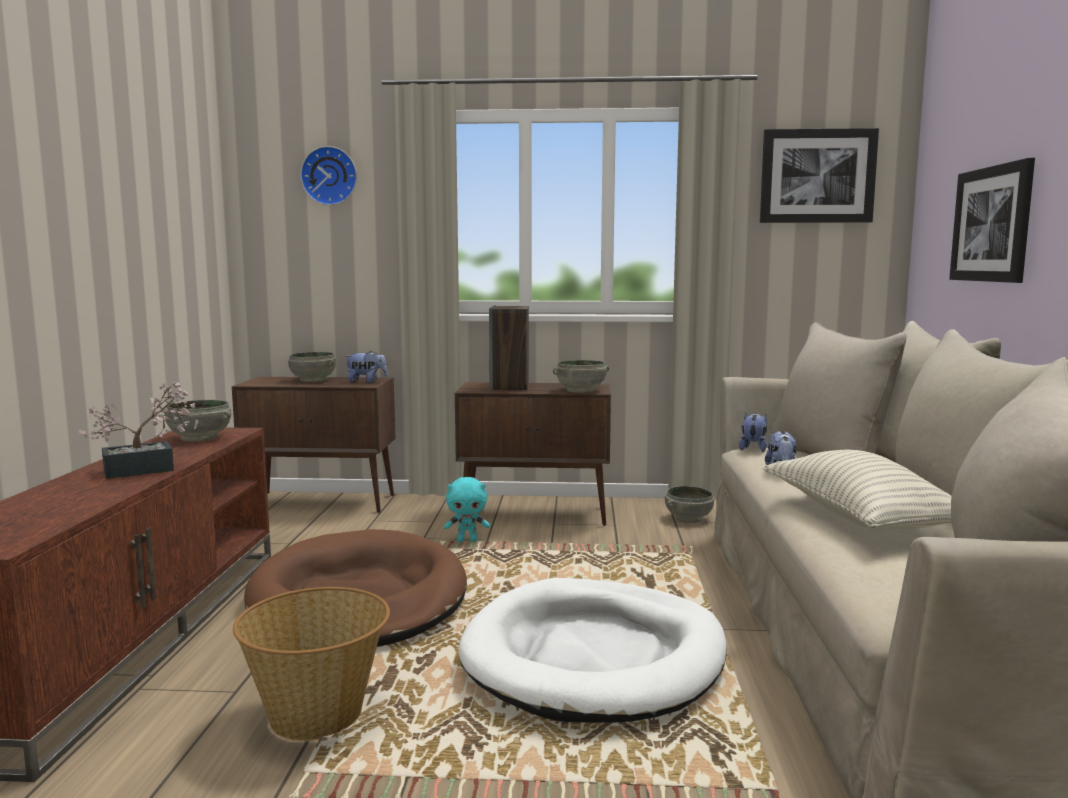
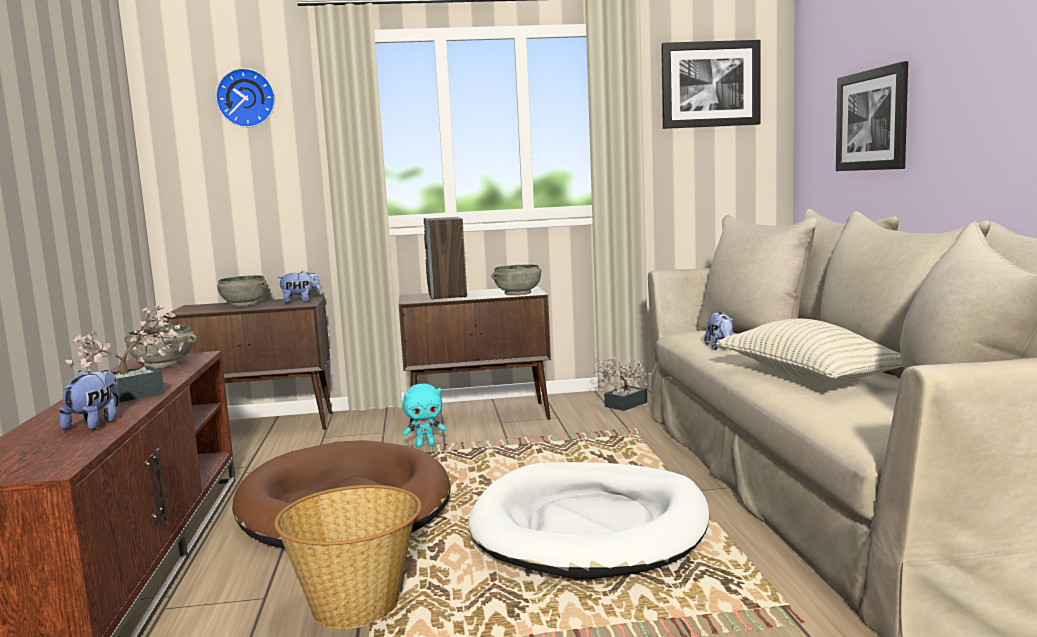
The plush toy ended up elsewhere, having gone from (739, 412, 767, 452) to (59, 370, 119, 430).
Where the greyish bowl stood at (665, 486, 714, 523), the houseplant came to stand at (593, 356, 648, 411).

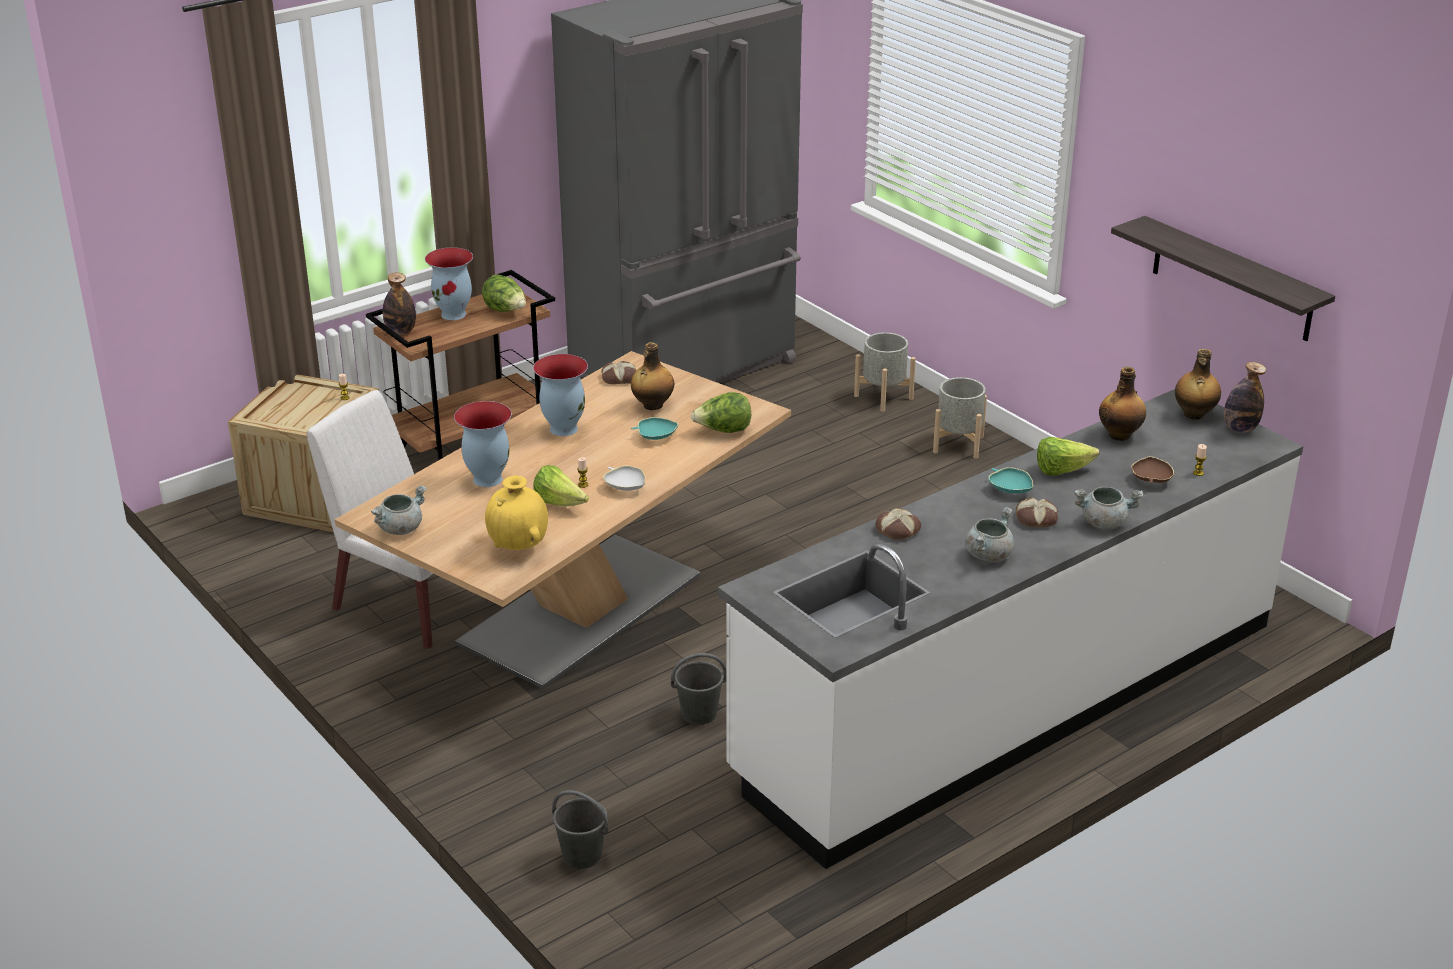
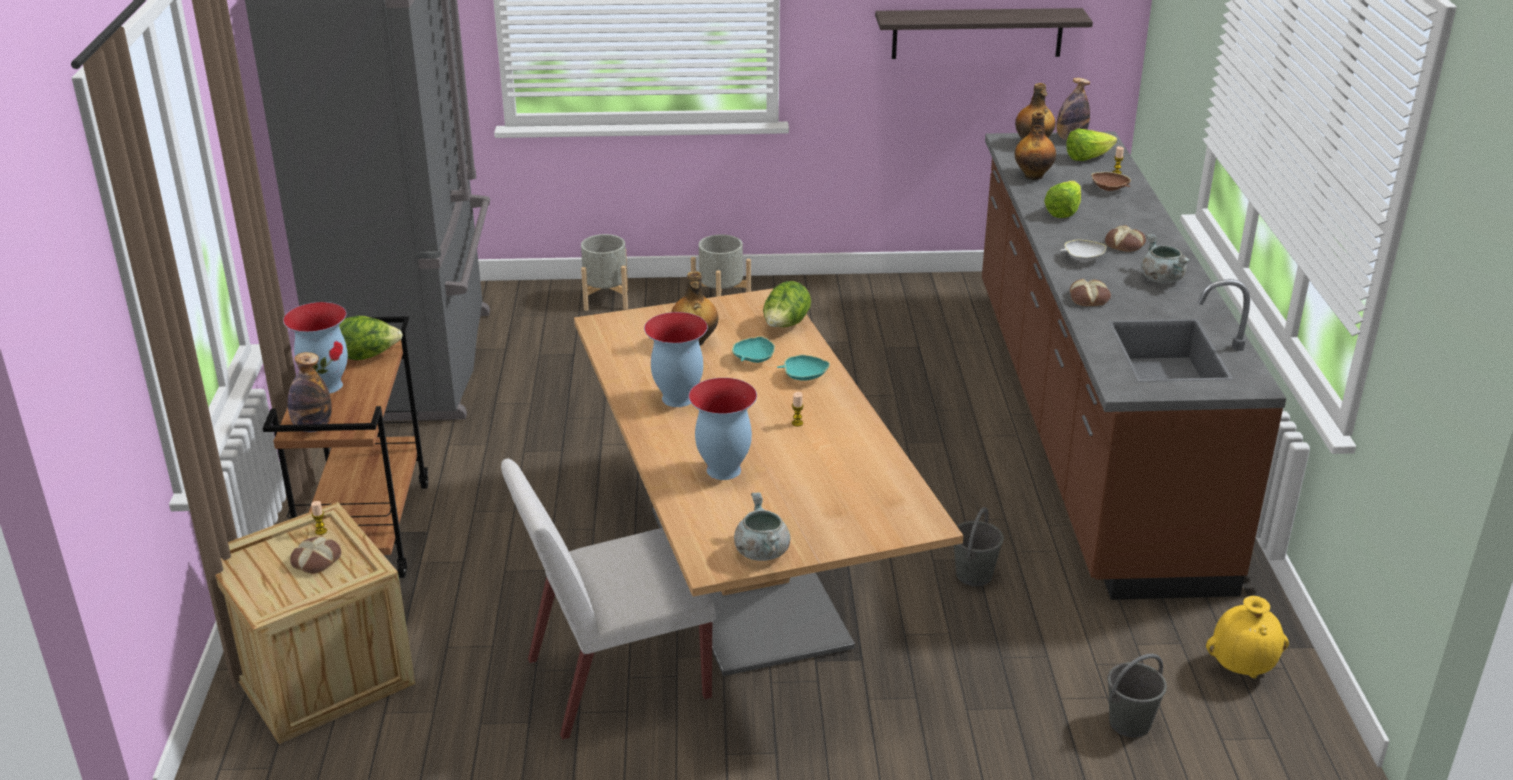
The baked bread ended up elsewhere, having gone from (601, 361, 636, 384) to (290, 537, 341, 574).
What was the white kitchen base unit at (718, 389, 1303, 869) turned into the brown-coloured kitchen base unit at (982, 131, 1286, 600).
The lettuce ended up elsewhere, having gone from (534, 465, 589, 506) to (1066, 129, 1117, 161).
The white bowl ended up elsewhere, having gone from (603, 466, 645, 491) to (1060, 239, 1107, 262).
The turquoise-coloured bowl ended up elsewhere, having gone from (988, 467, 1033, 494) to (777, 355, 830, 381).
The yellow-coloured flower vase ended up elsewhere, having gone from (485, 475, 548, 550) to (1206, 596, 1289, 678).
The second view lost the greyish cooking pot at (1074, 487, 1143, 529).

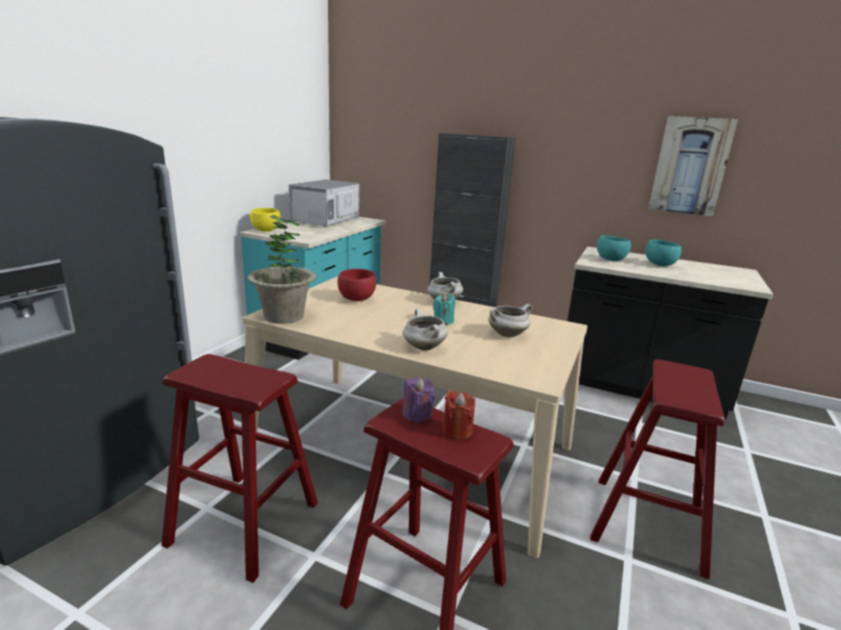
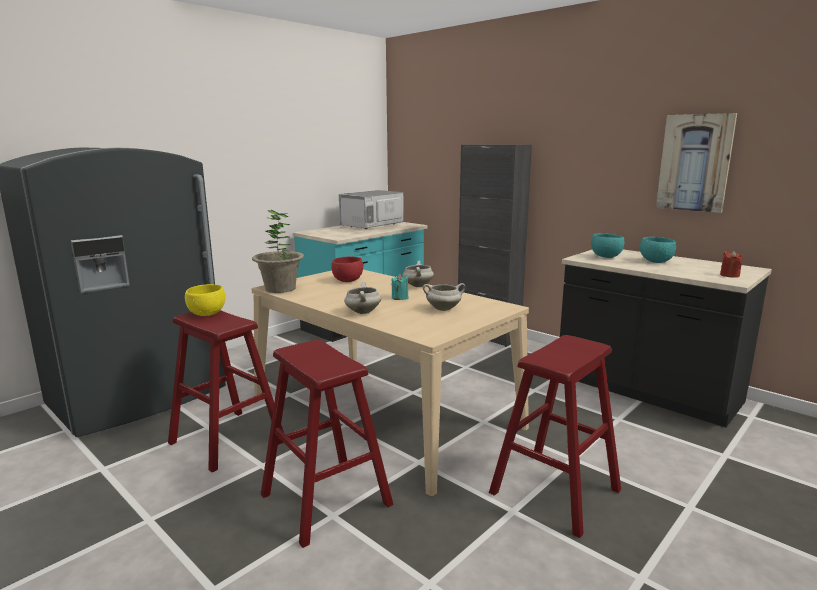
The yellow-coloured bowl ended up elsewhere, having gone from (250, 208, 281, 231) to (185, 284, 225, 316).
The second view lost the purplish candle at (402, 377, 435, 423).
The reddish candle ended up elsewhere, having gone from (443, 390, 475, 440) to (720, 251, 743, 278).

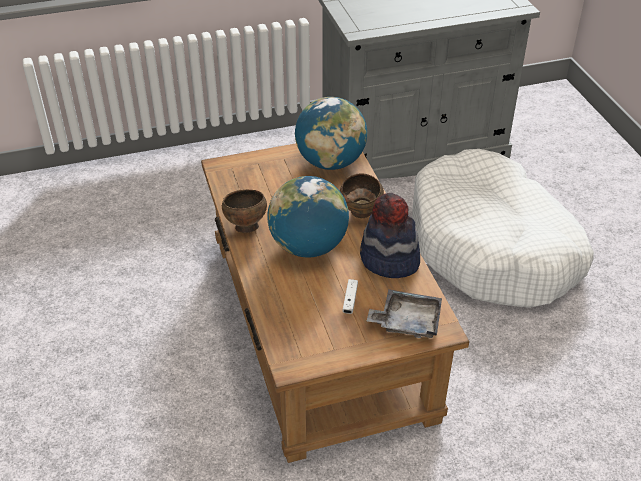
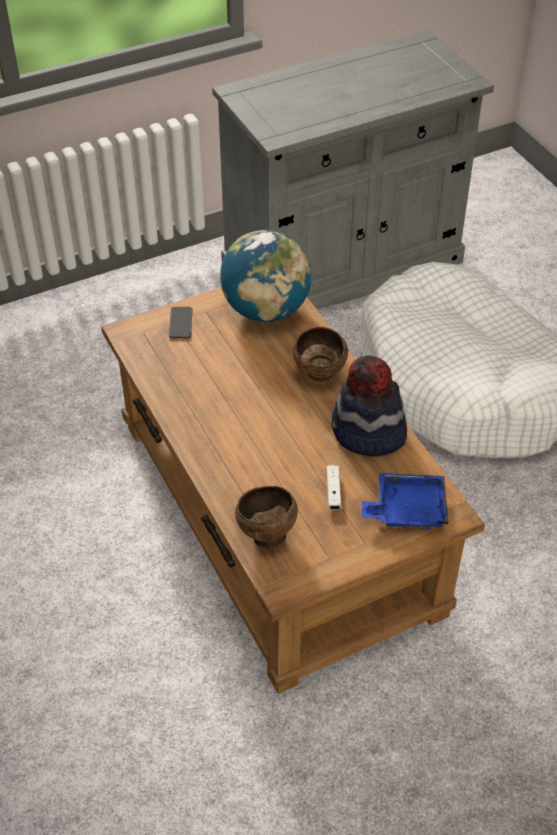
The second view lost the world globe at (267, 176, 349, 257).
The brown-coloured bowl ended up elsewhere, having gone from (222, 190, 267, 233) to (235, 486, 298, 548).
What was the greyish serving tray at (367, 289, 442, 338) turned into the bluish serving tray at (362, 473, 448, 530).
The second view gained the phone at (169, 307, 192, 338).

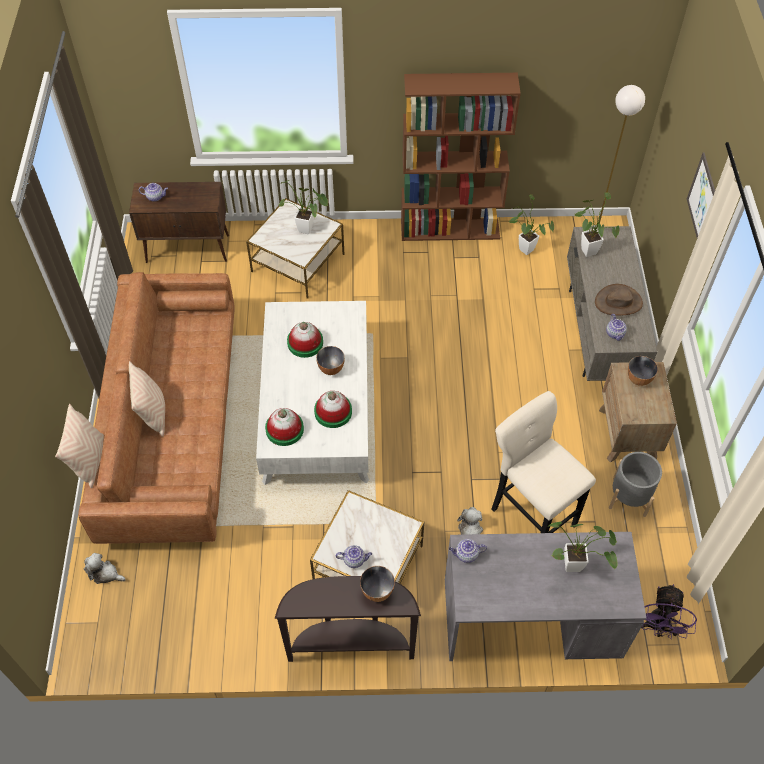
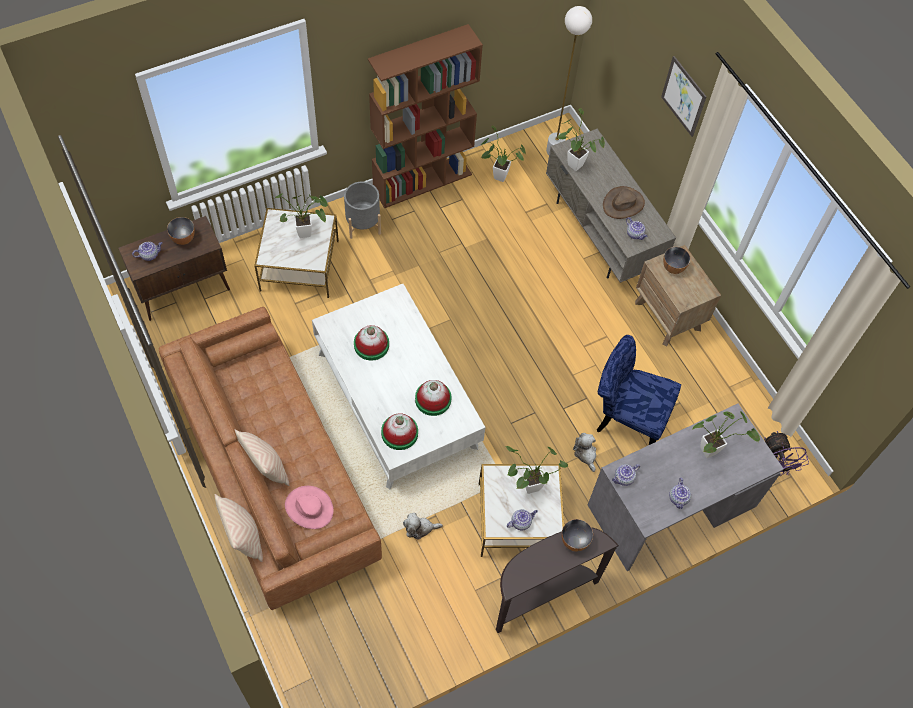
The bowl ended up elsewhere, having gone from (316, 346, 345, 375) to (167, 217, 195, 245).
Where the beige stool seat stood at (491, 391, 596, 533), the bluish chair came to stand at (597, 335, 681, 445).
The greyish plant pot ended up elsewhere, having gone from (609, 452, 662, 517) to (344, 181, 381, 239).
The plush toy ended up elsewhere, having gone from (84, 553, 126, 584) to (403, 513, 443, 540).
The second view gained the houseplant at (505, 446, 568, 494).
The second view gained the pot for tea at (669, 478, 691, 509).
The second view gained the pink-coloured wearable hat at (285, 486, 334, 529).

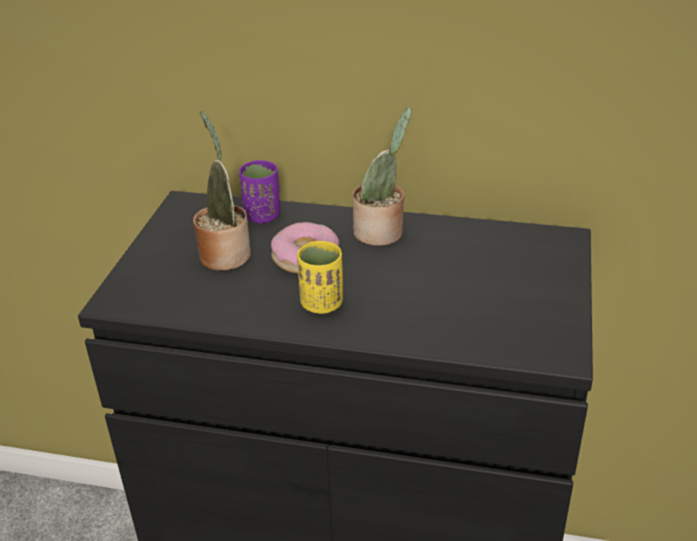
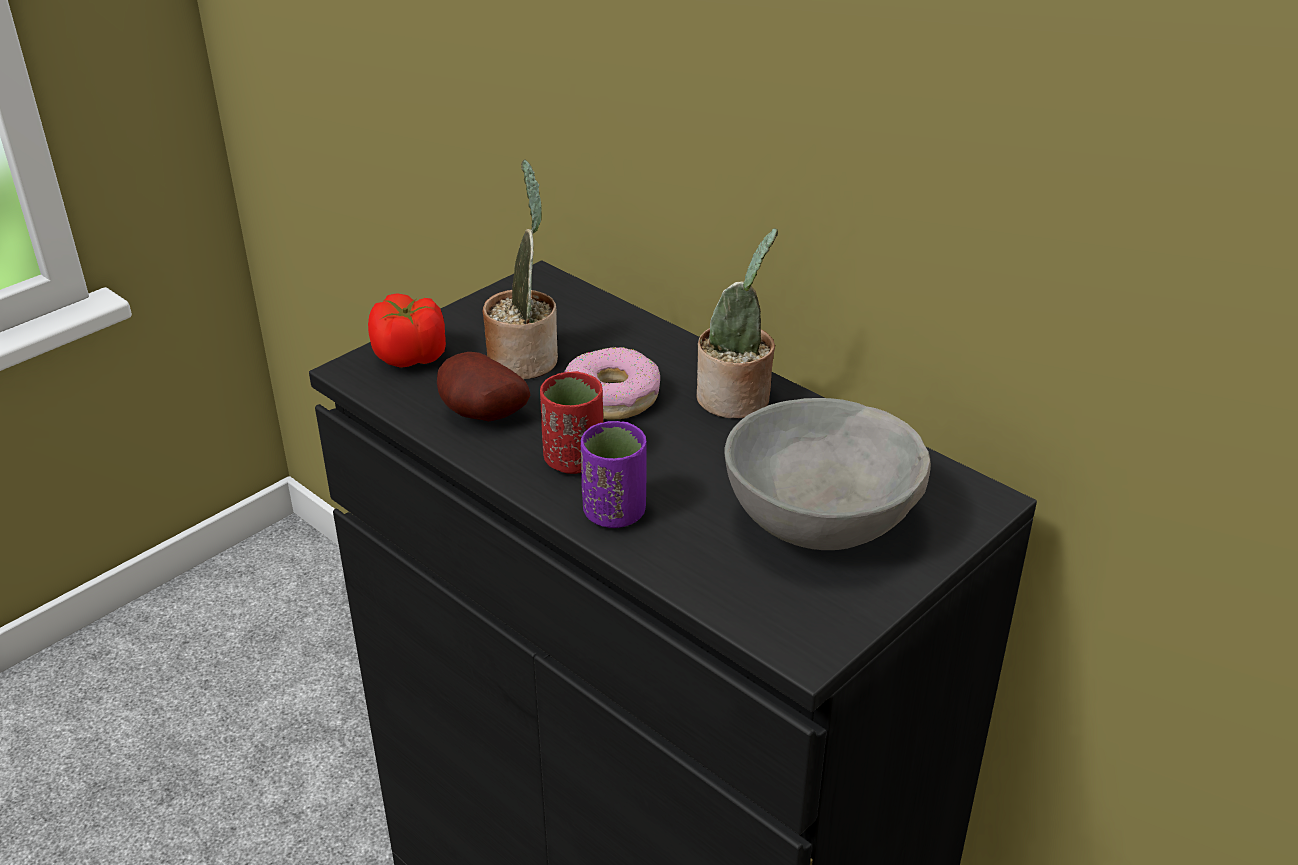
The purplish small cup ended up elsewhere, having gone from (239, 160, 280, 224) to (581, 421, 647, 528).
What was the yellow-coloured small cup at (297, 241, 343, 314) turned into the reddish small cup at (540, 371, 603, 474).
The second view gained the fresh tomato at (368, 293, 446, 368).
The second view gained the potato at (437, 352, 530, 421).
The second view gained the greyish bowl at (724, 398, 931, 550).

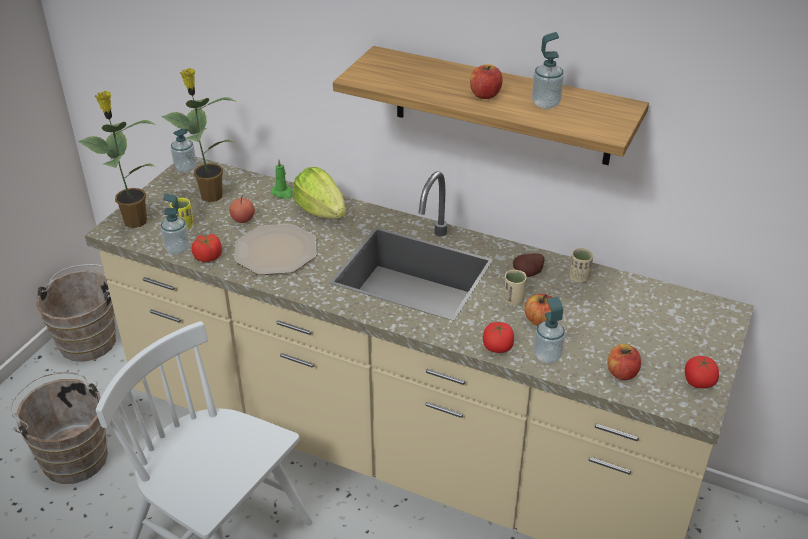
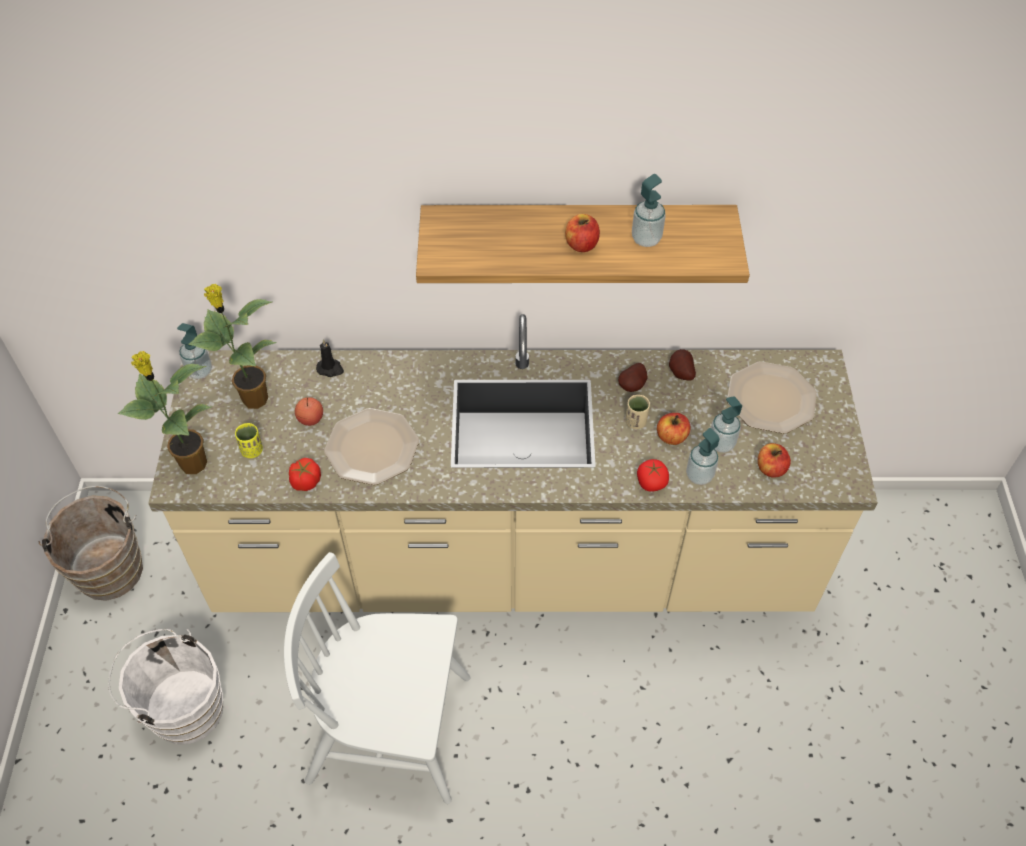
What was the green candle at (271, 159, 293, 199) turned into the black-coloured candle at (316, 339, 344, 377).
The second view lost the lettuce at (293, 167, 346, 219).
The soap dispenser ended up elsewhere, having gone from (161, 193, 190, 255) to (711, 396, 742, 453).
Where the beige small cup stood at (569, 248, 593, 283), the potato came to stand at (669, 349, 696, 381).
The second view lost the fresh tomato at (685, 356, 719, 388).
What was the brown-coloured pail at (10, 372, 108, 484) turned into the white pail at (108, 629, 223, 745).
The second view gained the dinner plate at (727, 361, 817, 434).

